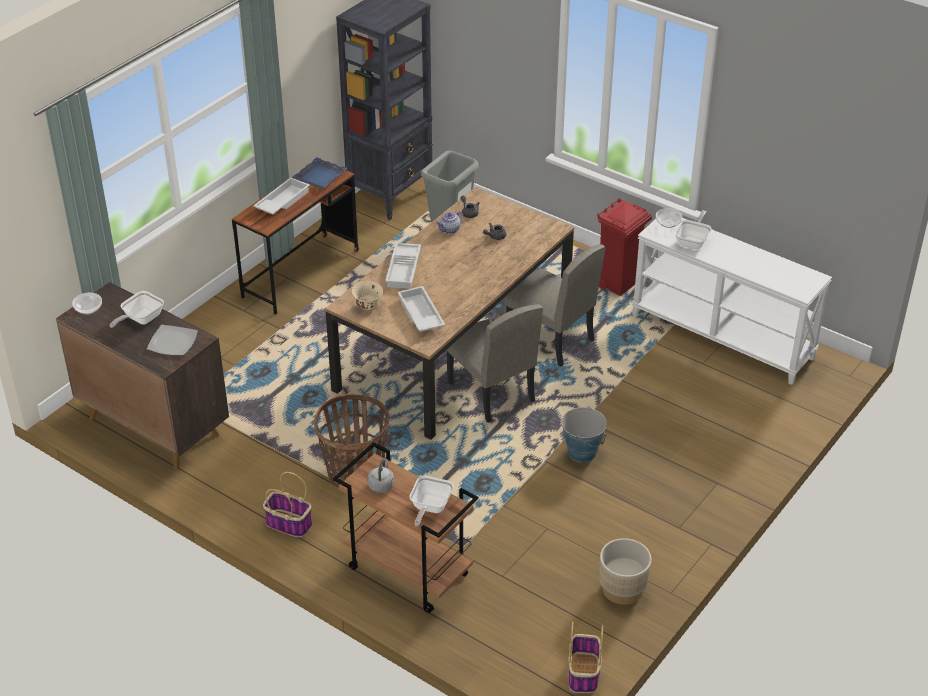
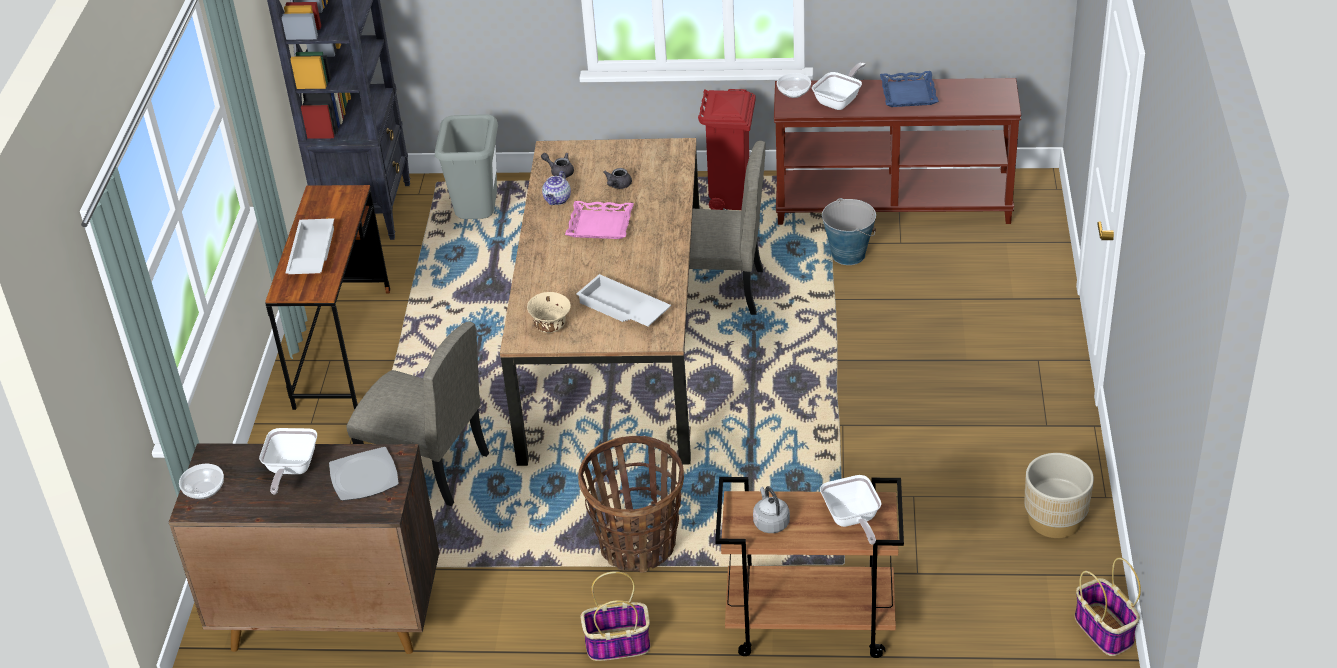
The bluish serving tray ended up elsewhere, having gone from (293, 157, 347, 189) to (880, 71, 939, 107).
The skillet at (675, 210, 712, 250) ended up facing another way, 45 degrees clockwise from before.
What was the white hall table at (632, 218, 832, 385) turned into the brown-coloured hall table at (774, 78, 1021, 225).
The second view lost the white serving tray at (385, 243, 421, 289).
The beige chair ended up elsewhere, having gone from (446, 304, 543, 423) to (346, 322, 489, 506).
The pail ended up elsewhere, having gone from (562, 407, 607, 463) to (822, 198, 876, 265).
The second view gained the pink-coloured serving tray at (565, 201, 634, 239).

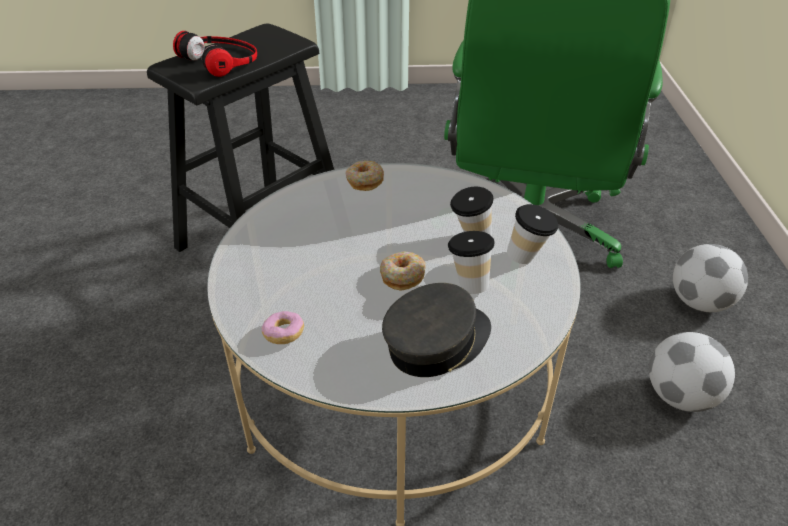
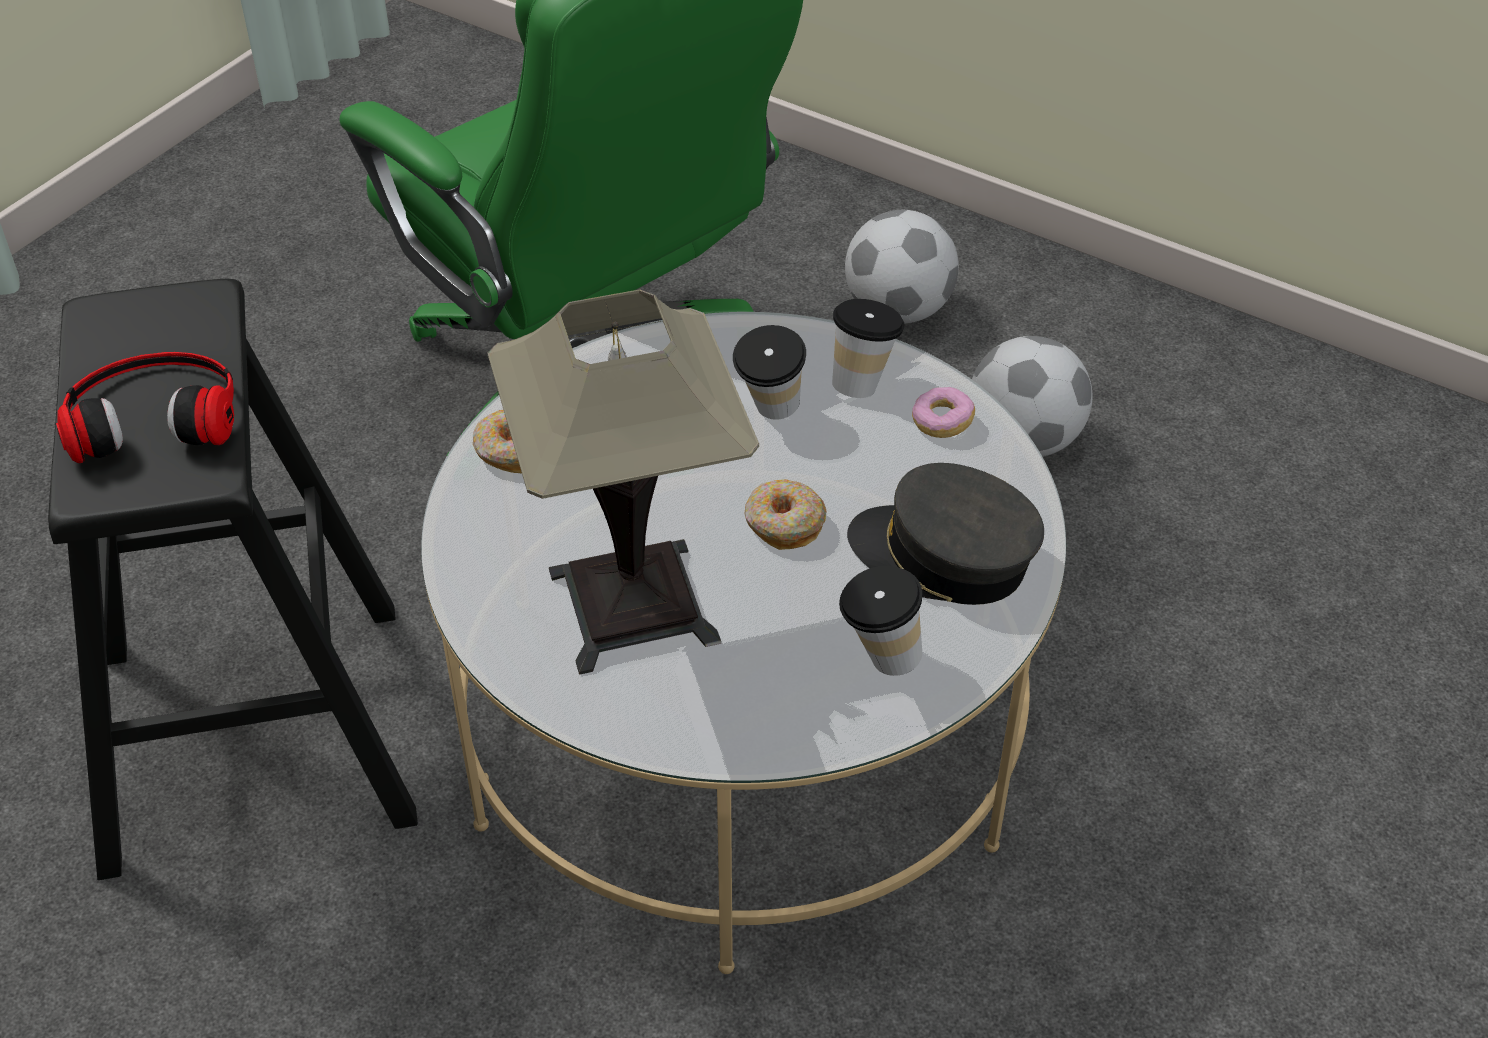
The small cup ended up elsewhere, having gone from (448, 231, 495, 294) to (839, 566, 922, 676).
The greyish baseball cap at (382, 283, 491, 377) ended up facing another way, 60 degrees counterclockwise from before.
The doughnut ended up elsewhere, having gone from (262, 311, 304, 344) to (912, 387, 975, 438).
The second view gained the tabletop lamp at (487, 289, 759, 675).

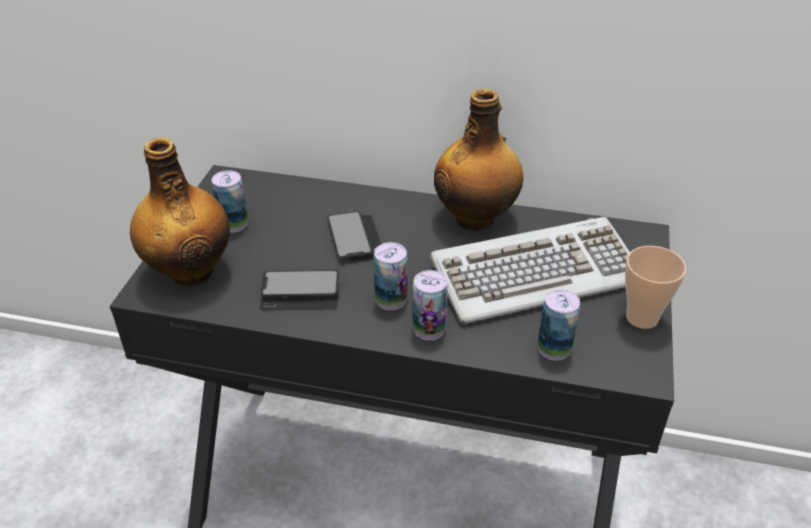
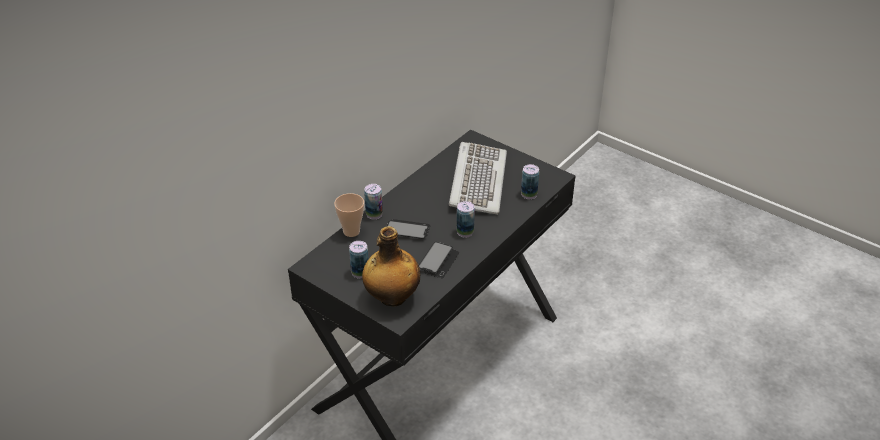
The second view lost the drink bottle at (434, 89, 523, 231).
The small cup ended up elsewhere, having gone from (625, 246, 686, 329) to (334, 193, 364, 237).
The metal can ended up elsewhere, having gone from (412, 270, 448, 340) to (364, 184, 383, 220).

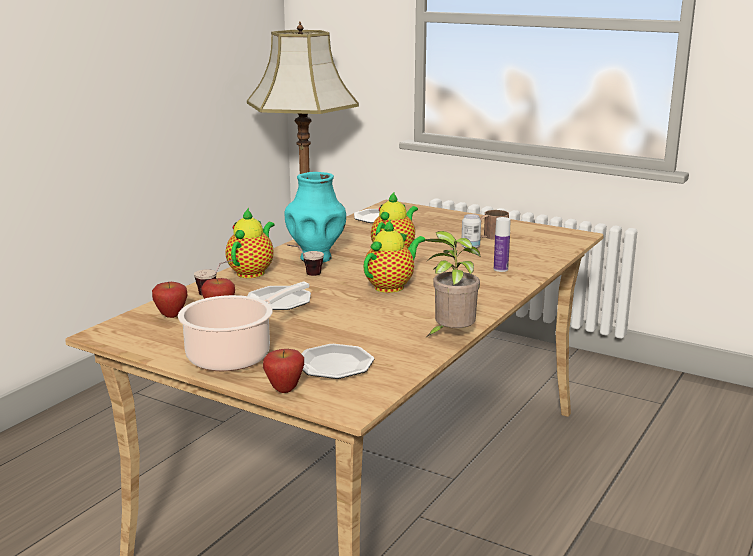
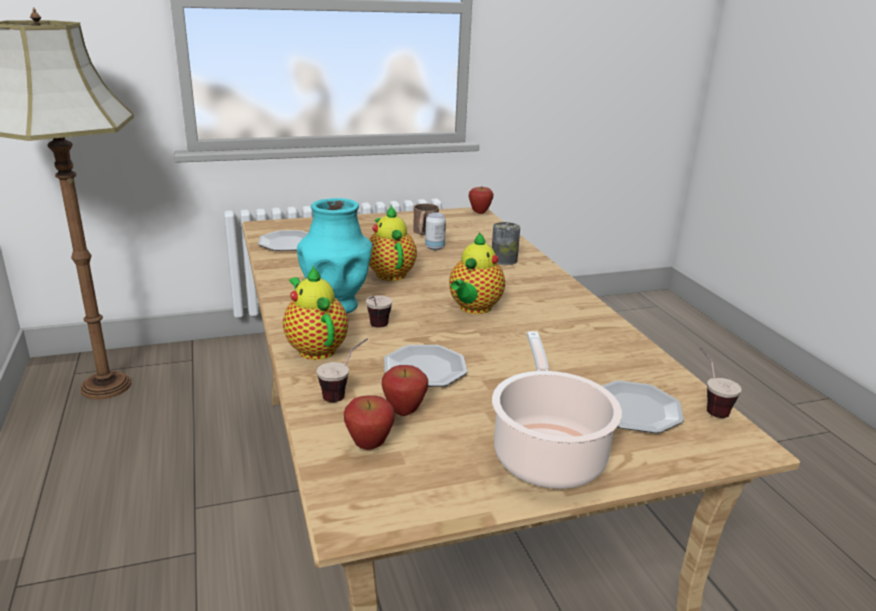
Where the drink bottle stood at (494, 217, 511, 272), the metal can came to stand at (492, 222, 520, 265).
The pot for tea at (363, 220, 426, 293) ended up facing another way, 150 degrees counterclockwise from before.
The second view lost the houseplant at (424, 231, 481, 336).
The apple ended up elsewhere, having gone from (263, 349, 304, 393) to (469, 187, 493, 214).
The second view gained the small cup at (699, 347, 741, 418).

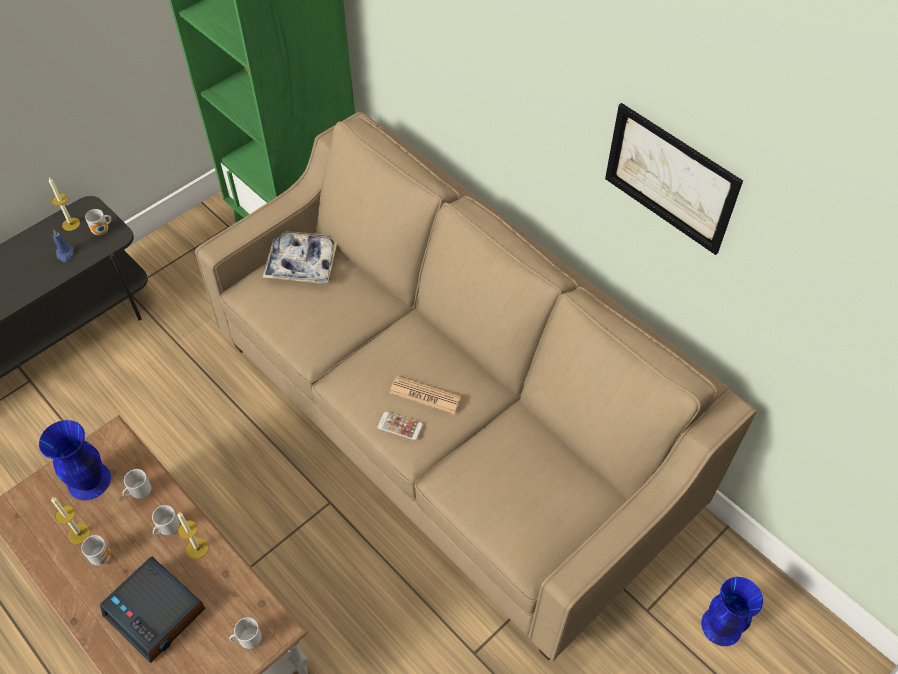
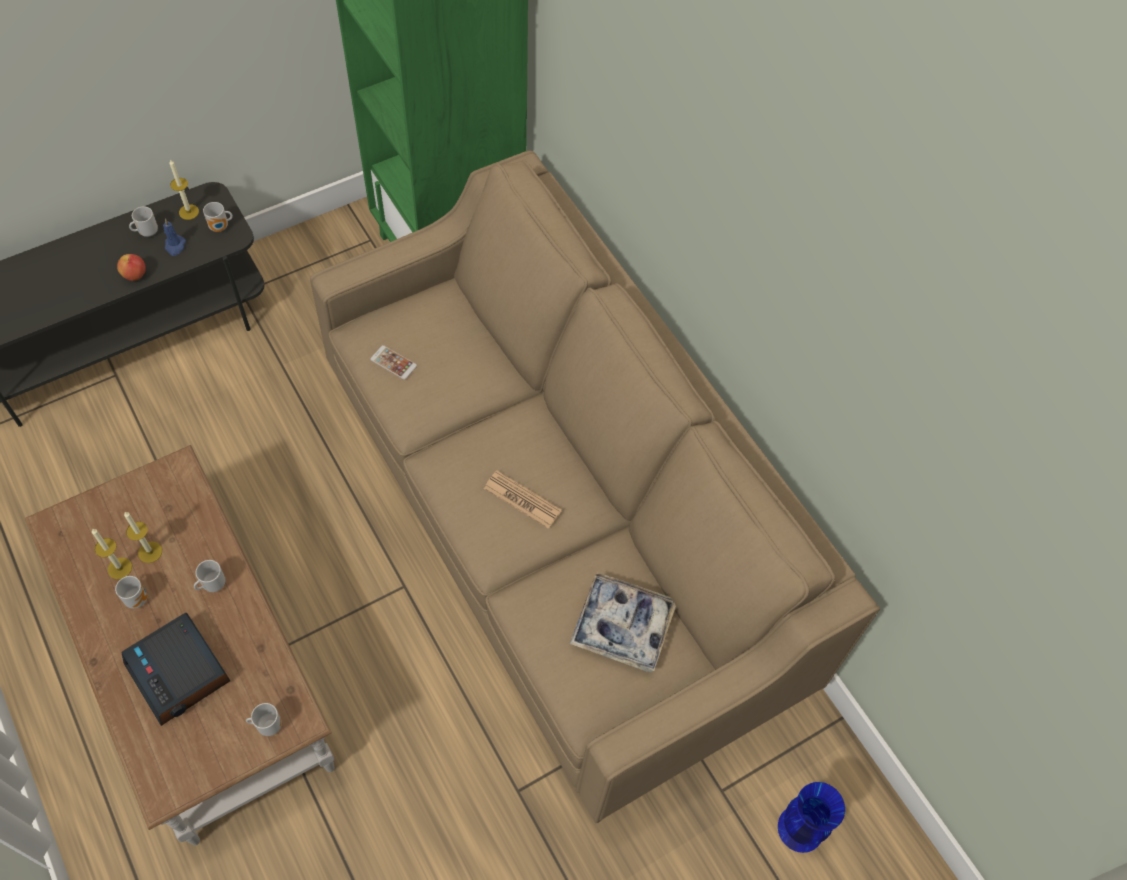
The second view lost the wall art at (605, 103, 743, 255).
The serving tray ended up elsewhere, having gone from (262, 231, 337, 284) to (569, 572, 676, 672).
The phone ended up elsewhere, having gone from (377, 412, 423, 440) to (370, 345, 417, 380).
The second view lost the bluish flower vase at (39, 420, 111, 500).
The tea mug ended up elsewhere, having gone from (123, 469, 151, 499) to (129, 207, 158, 237).
The candle ended up elsewhere, having gone from (177, 513, 209, 559) to (124, 512, 162, 563).
The second view gained the apple at (117, 254, 146, 281).

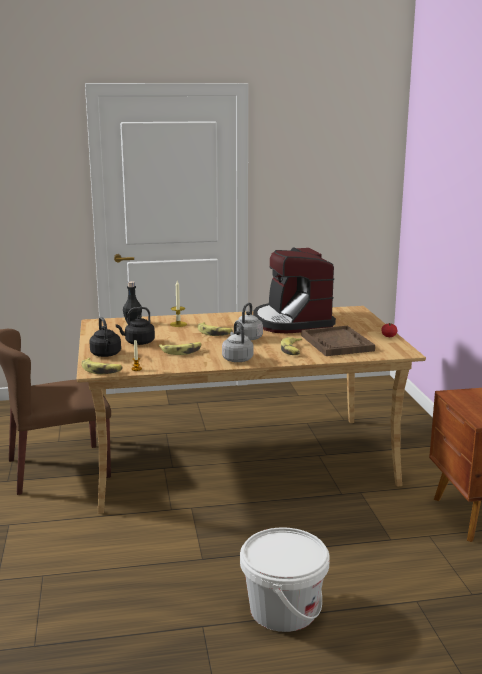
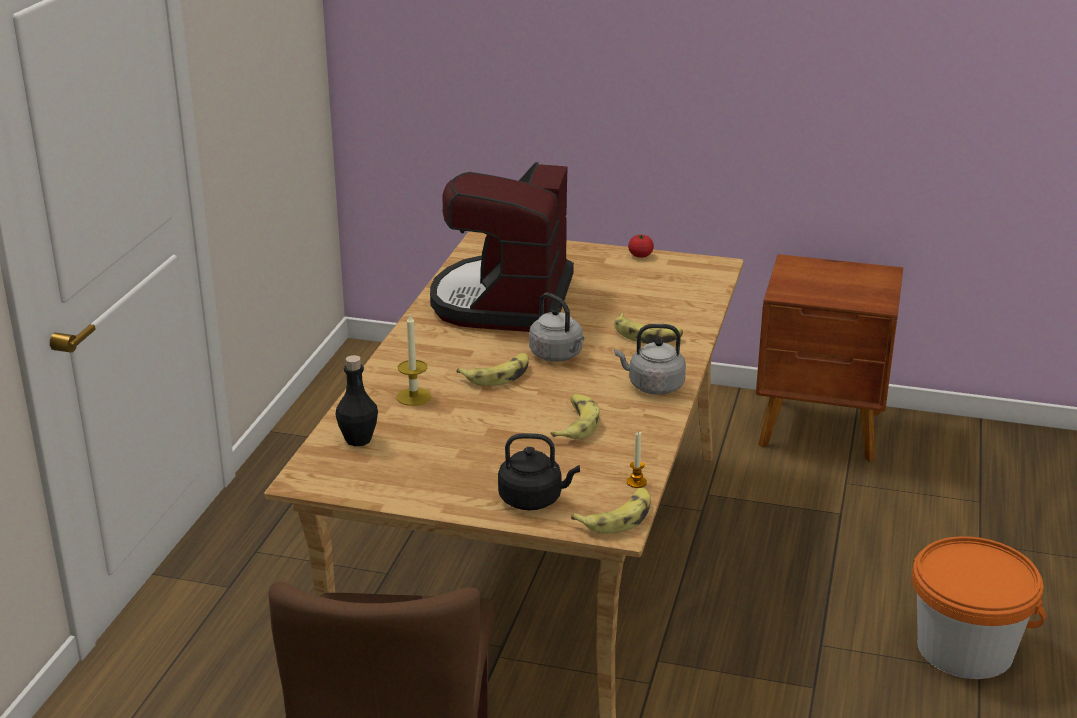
The coffee maker at (253, 247, 336, 334) ended up facing another way, 90 degrees clockwise from before.
The second view lost the black-coloured kettle at (116, 307, 155, 345).
The second view lost the brown-coloured serving tray at (301, 326, 375, 356).
What was the white pail at (240, 527, 330, 632) turned into the orangey pail at (912, 536, 1046, 679).

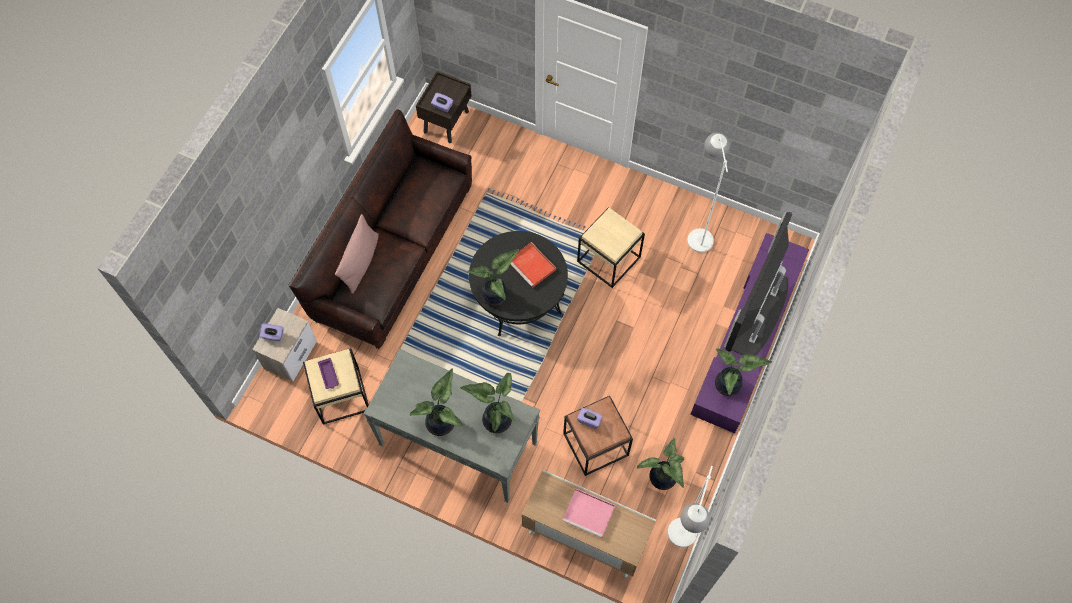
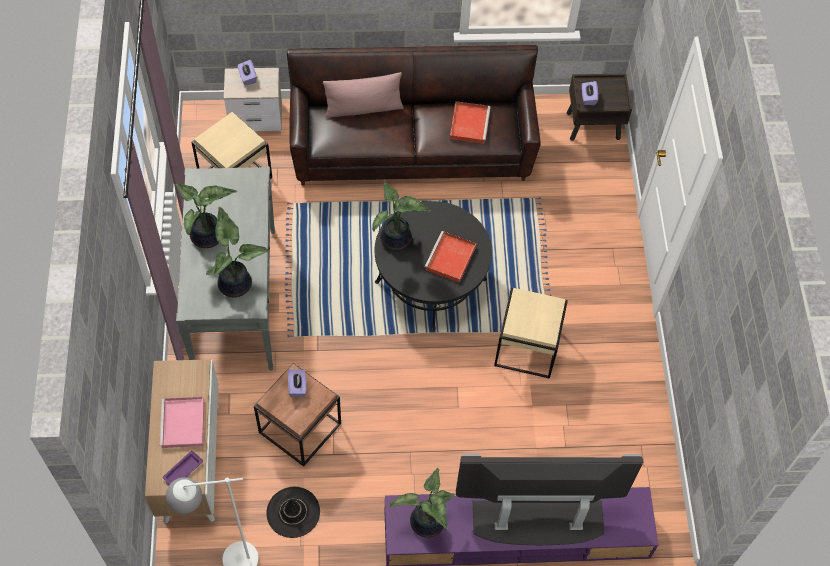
The second view lost the white standing lamp at (687, 132, 730, 253).
The purplish serving tray ended up elsewhere, having gone from (318, 358, 339, 389) to (163, 450, 203, 485).
Where the houseplant stood at (637, 438, 684, 490), the black-coloured wearable hat came to stand at (266, 487, 320, 538).
The second view gained the reddish serving tray at (450, 101, 491, 143).

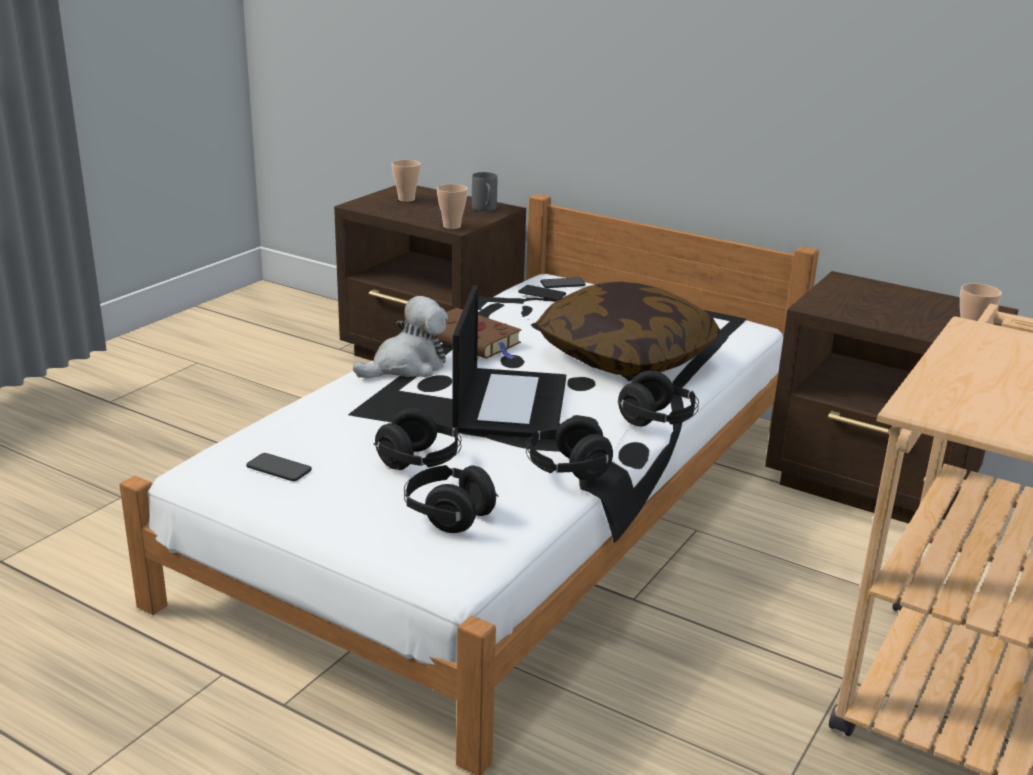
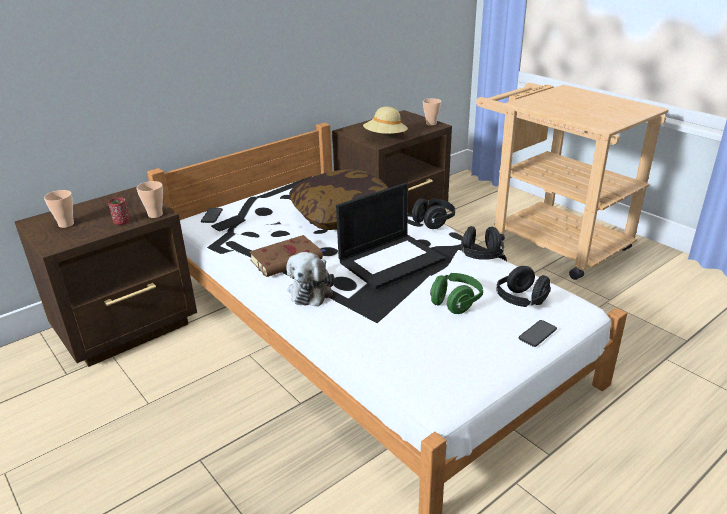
The second view lost the greyish tea mug at (472, 172, 497, 211).
The notebook computer at (452, 285, 566, 440) ended up facing another way, 120 degrees clockwise from before.
The plush toy at (353, 296, 448, 378) ended up facing another way, 150 degrees counterclockwise from before.
What was the black-coloured pair of headphones at (374, 408, 461, 470) turned into the green pair of headphones at (430, 273, 483, 314).
The phone ended up elsewhere, having gone from (246, 453, 312, 481) to (519, 320, 557, 347).
The second view gained the beige wearable hat at (363, 107, 408, 134).
The second view gained the reddish small cup at (108, 198, 130, 225).

